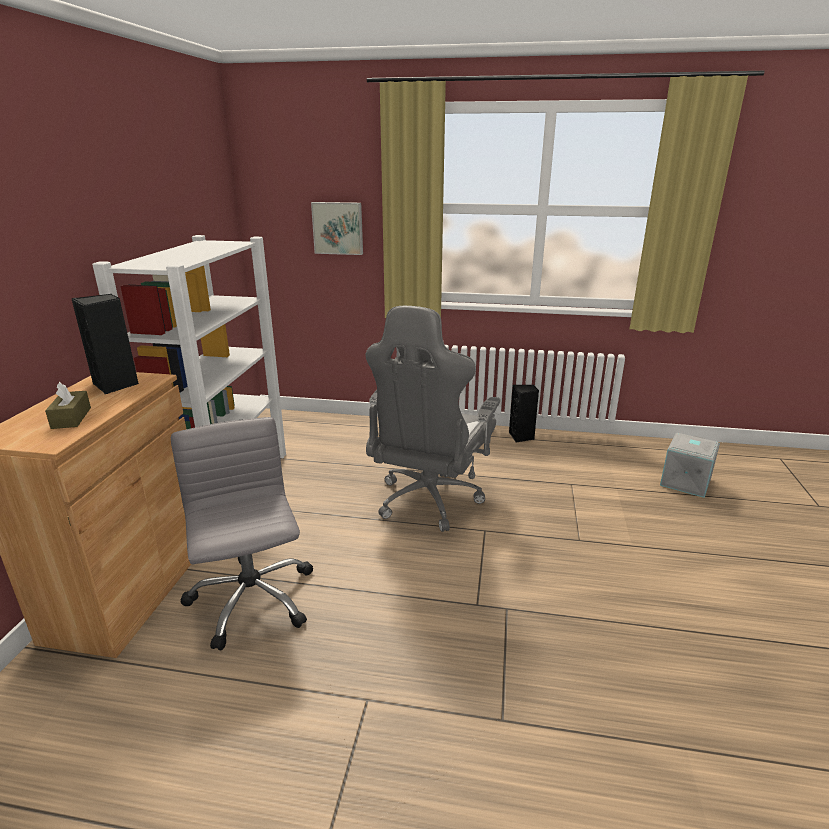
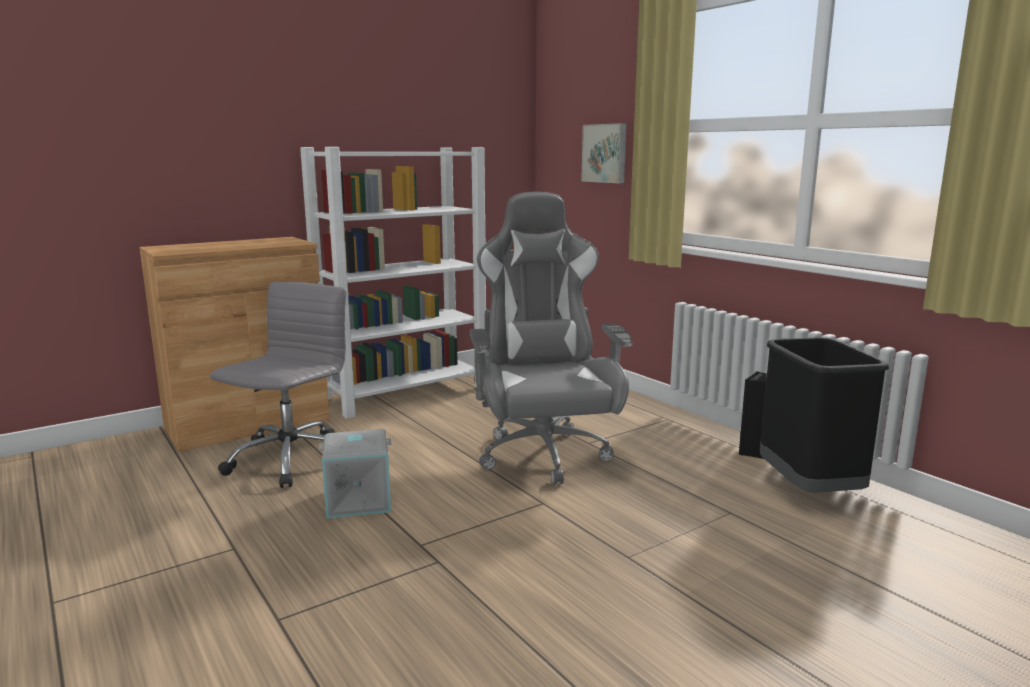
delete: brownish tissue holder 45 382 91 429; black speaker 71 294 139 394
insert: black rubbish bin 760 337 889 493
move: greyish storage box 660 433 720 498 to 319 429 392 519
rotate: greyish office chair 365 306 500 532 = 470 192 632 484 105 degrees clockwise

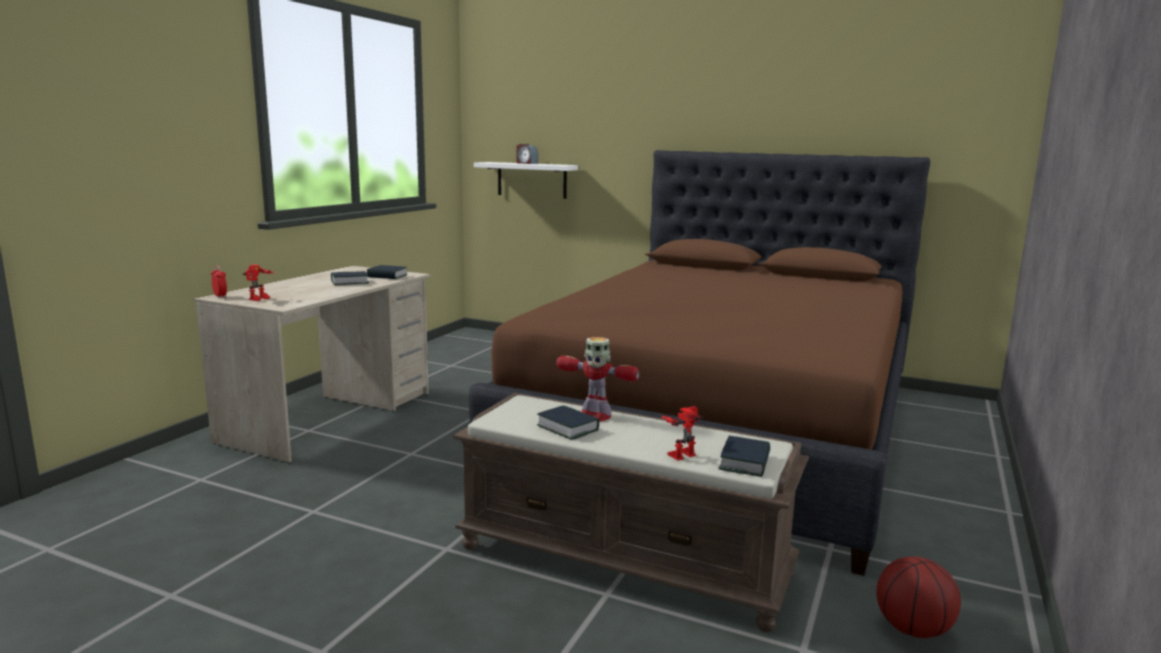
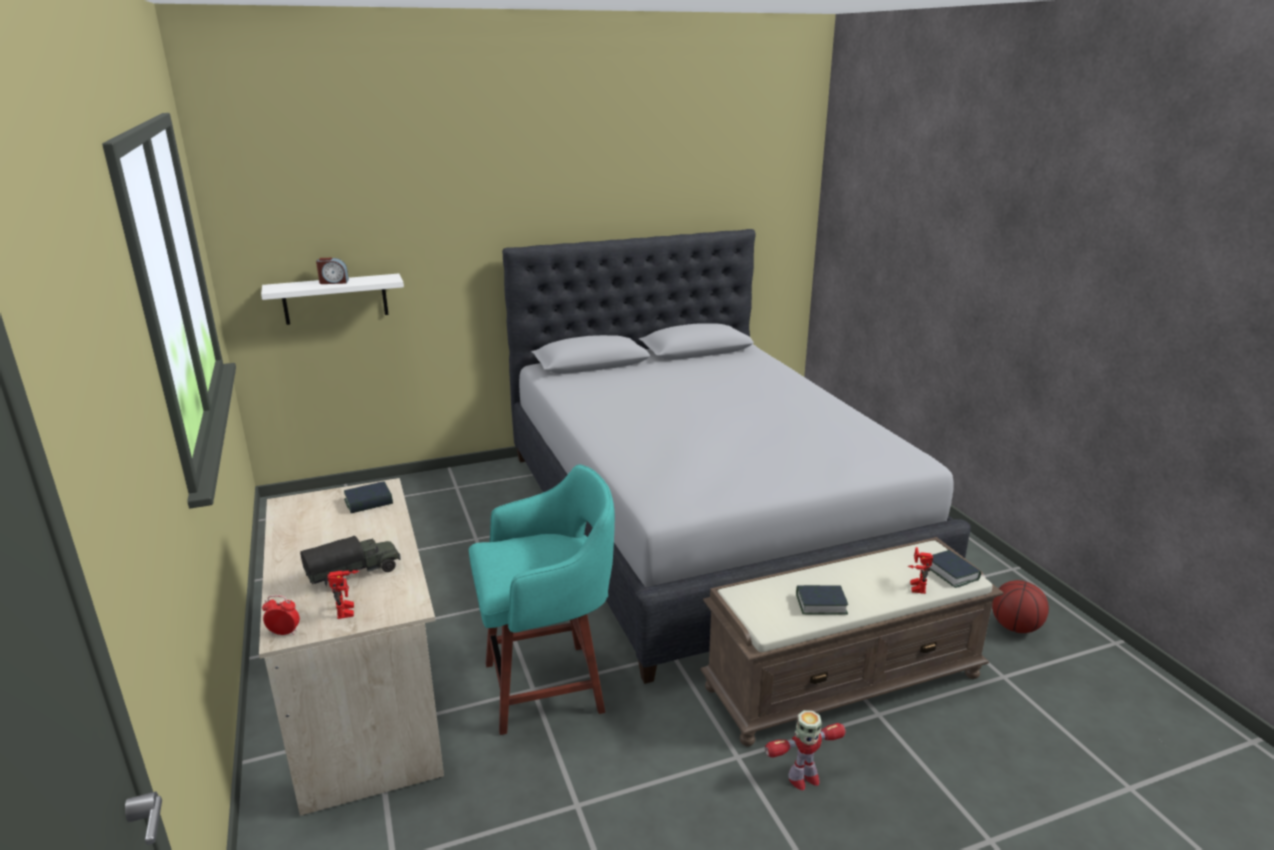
delete: book 331 271 369 285
insert: toy lorry 300 536 401 586; turquoise stool seat 469 464 615 735
move: robot figure 556 337 640 421 to 765 710 846 790
recolor: brownish bed 469 150 930 576 to greyish bed 502 229 971 684

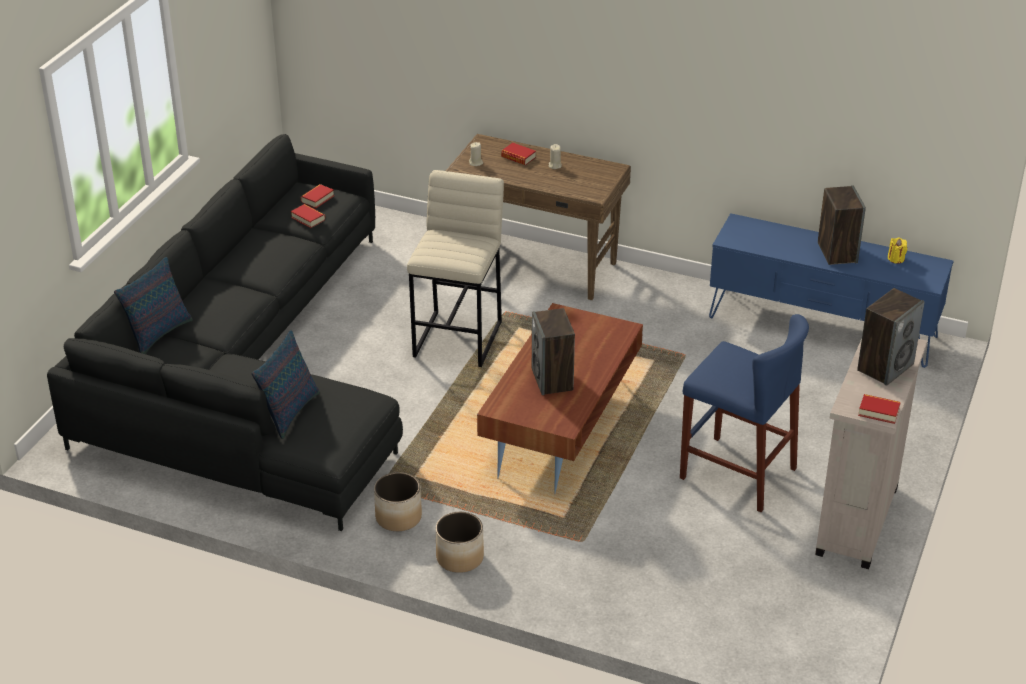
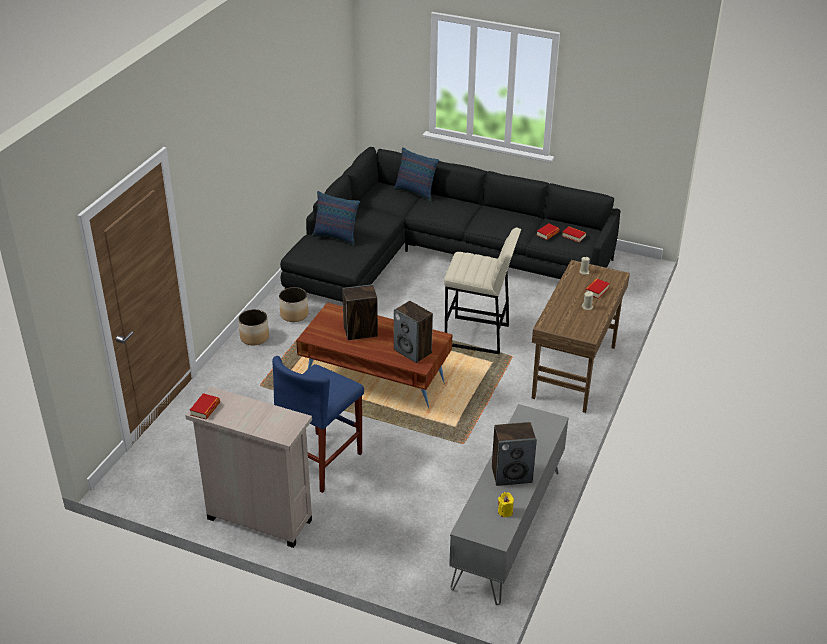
move: speaker 857 288 925 386 to 394 301 433 363
recolor: bluish media console 709 213 953 368 to greyish media console 449 404 569 605

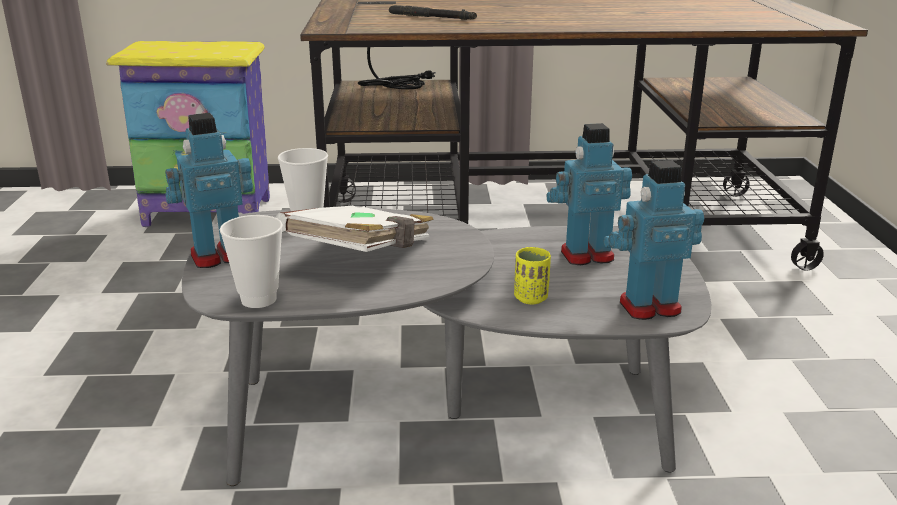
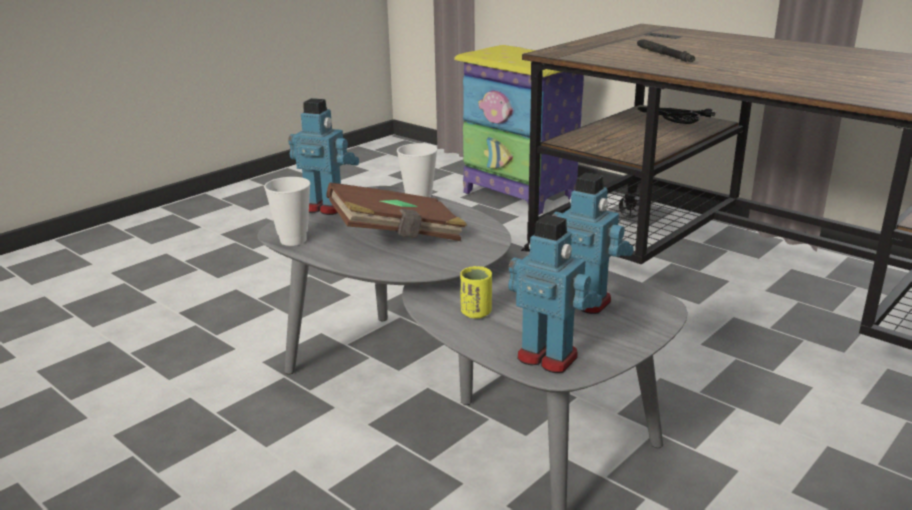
recolor: whitish book 276 206 434 252 to brownish book 327 182 467 241

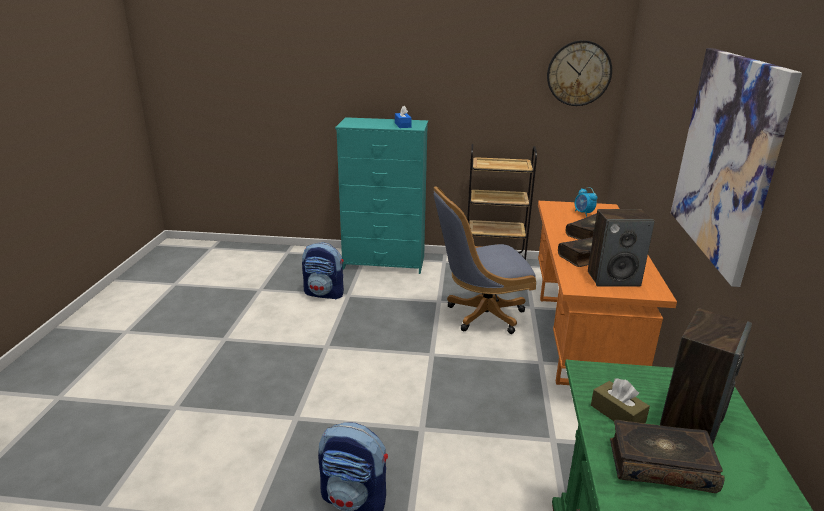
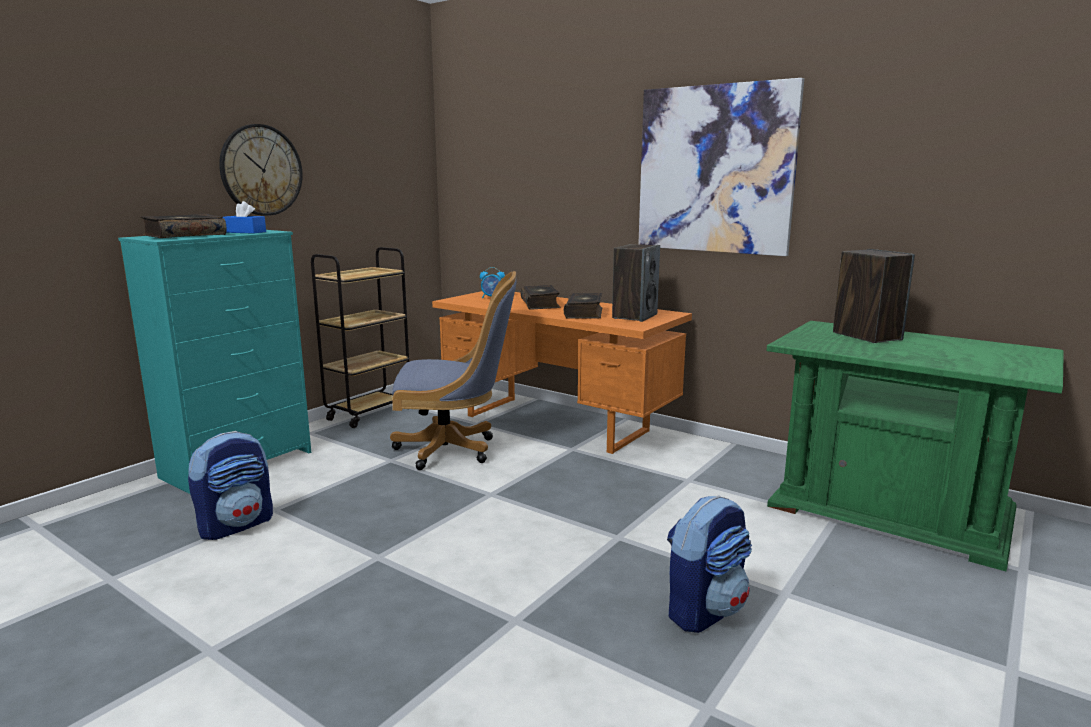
delete: brownish tissue holder 591 378 650 423
move: clock on the wall 547 40 612 106 to 219 124 303 216; book 610 420 724 493 to 141 213 227 238
rotate: bluish office chair 433 186 536 334 = 390 271 517 470 105 degrees counterclockwise

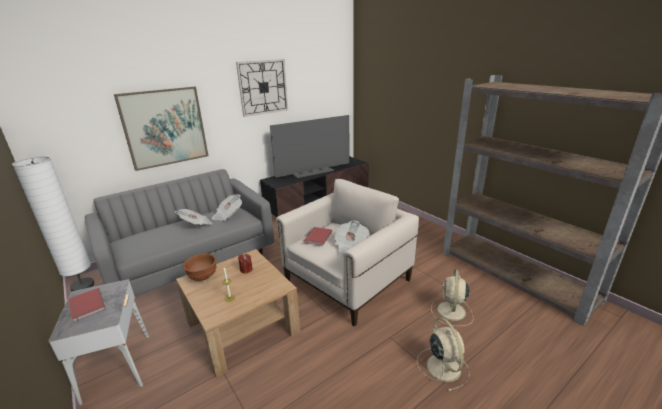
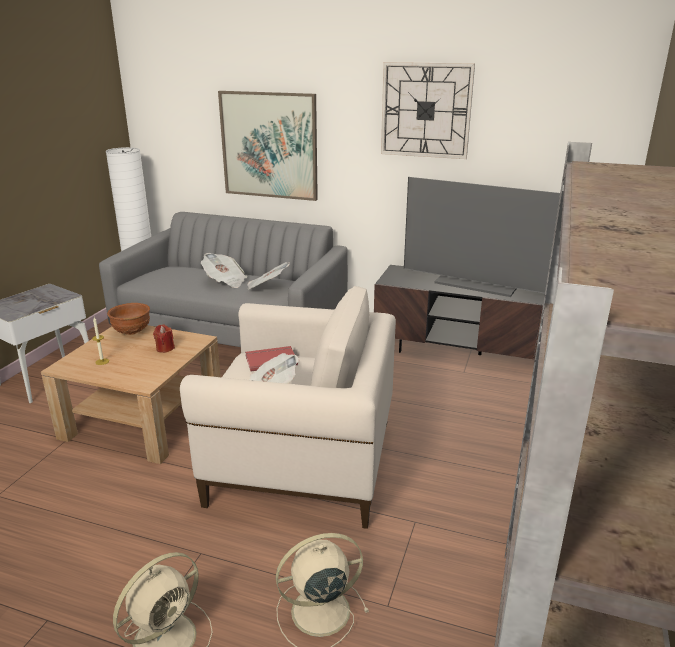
delete: reddish book 68 288 105 322

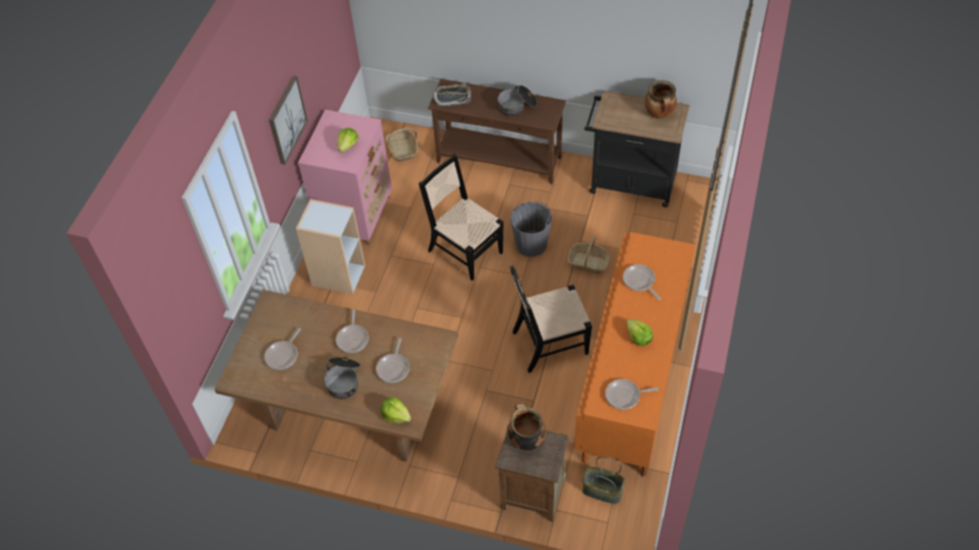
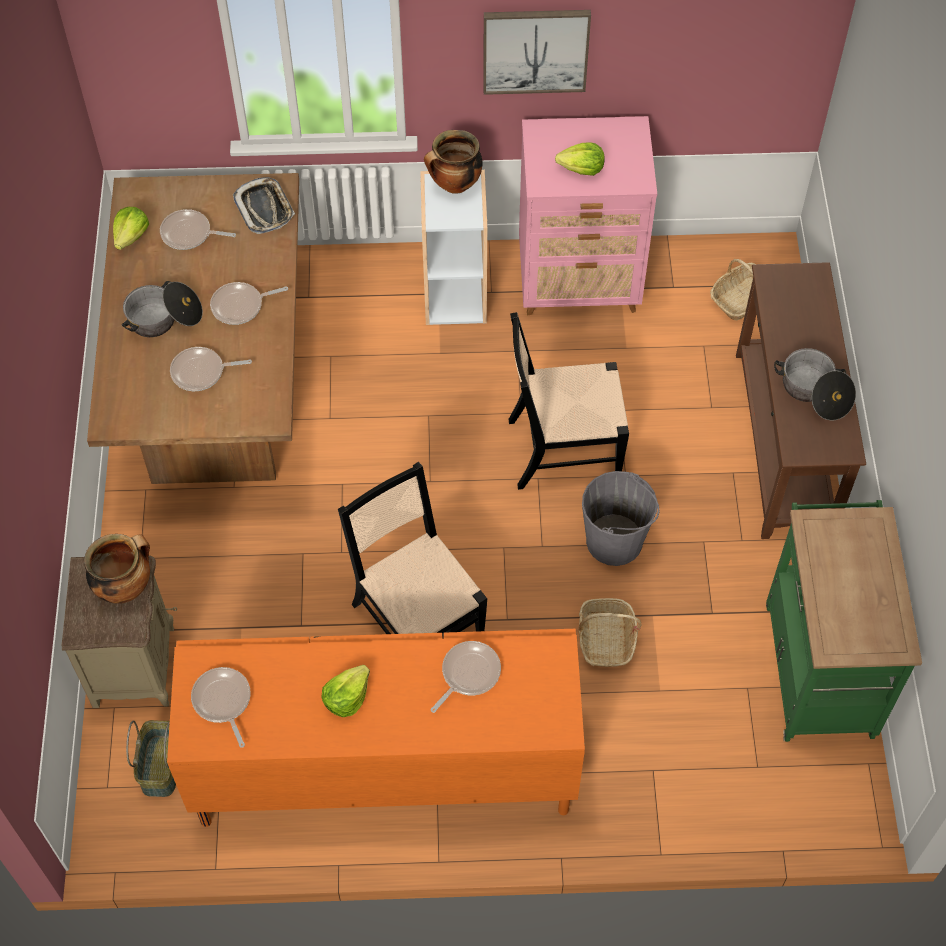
move: lettuce head 381 397 411 423 to 113 207 149 250; tray 432 83 471 106 to 233 177 295 234; stockpot 645 80 677 119 to 424 130 483 194
recolor: black cart 584 90 689 207 to green-coloured cart 766 500 922 742
rotate: chair 419 154 503 281 = 508 312 629 490 120 degrees counterclockwise

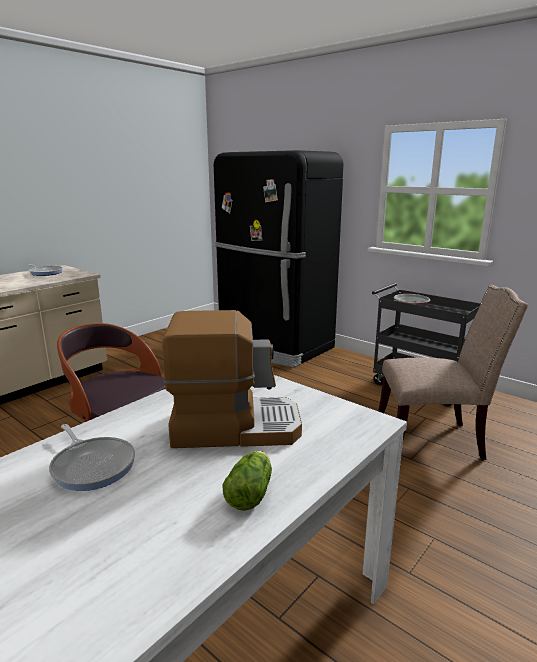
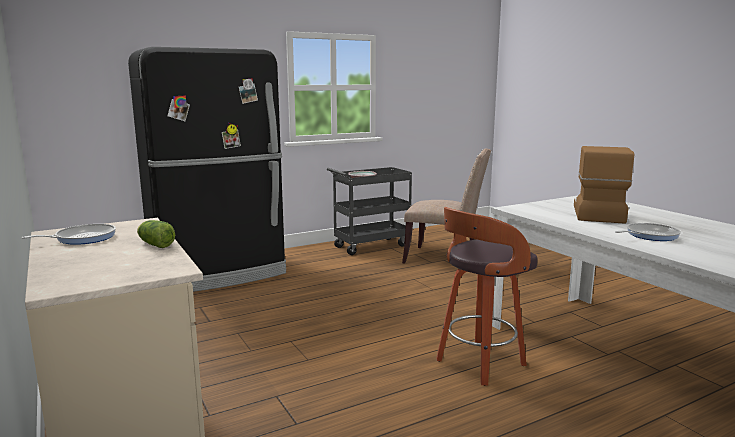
move: lettuce head 222 451 272 511 to 137 220 175 248
rotate: beige-coloured chair 378 285 528 460 = 402 148 491 263 90 degrees clockwise

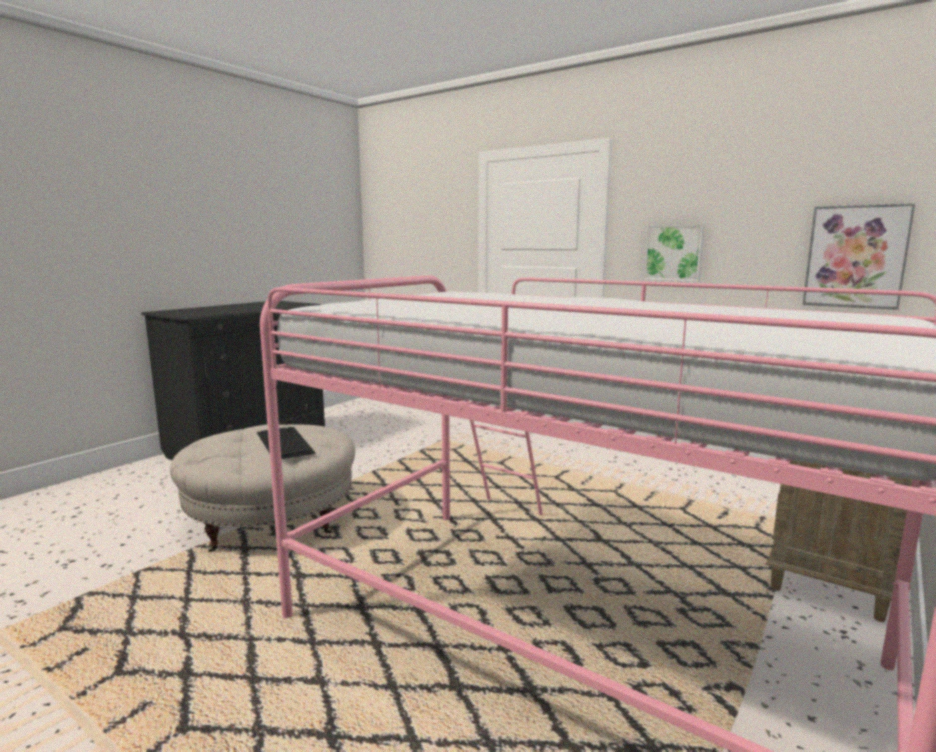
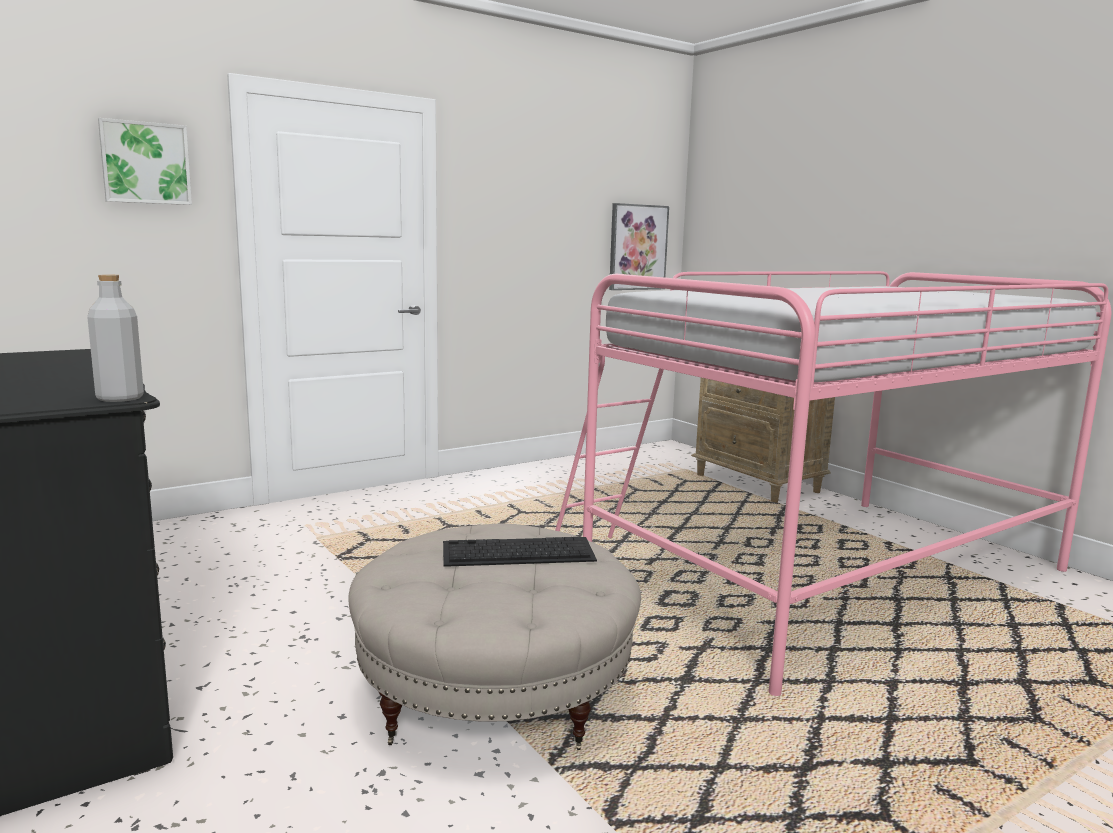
insert: greyish drink bottle 87 275 144 402
move: picture 644 225 705 282 to 98 118 192 205

